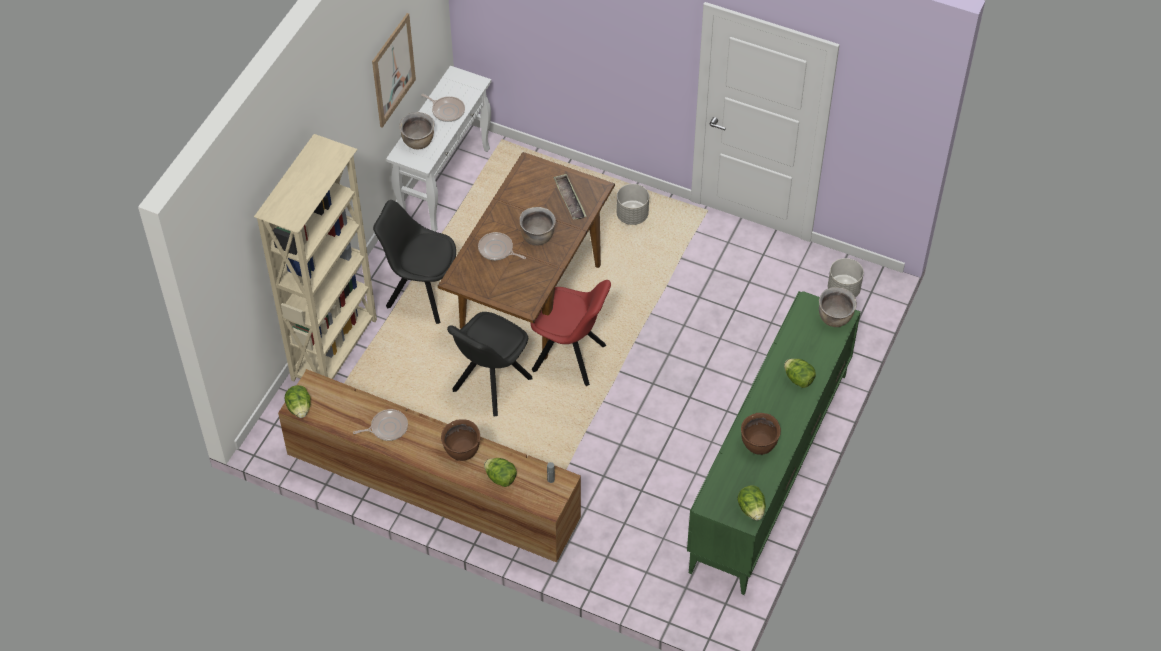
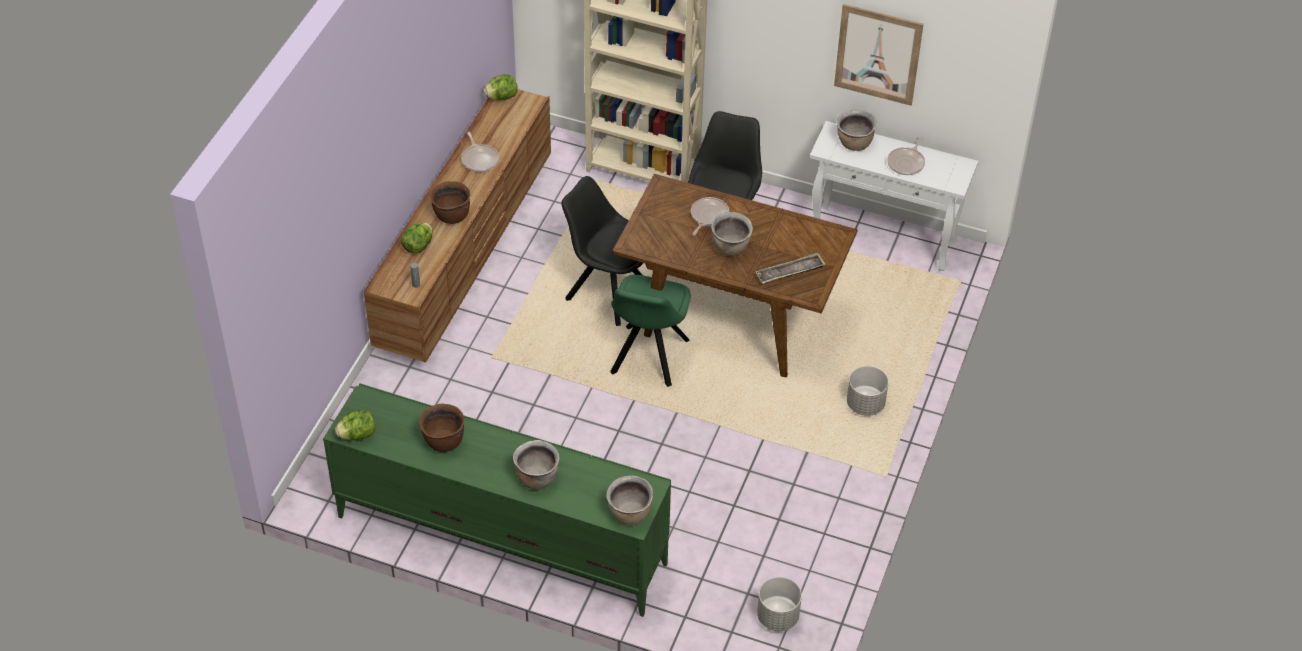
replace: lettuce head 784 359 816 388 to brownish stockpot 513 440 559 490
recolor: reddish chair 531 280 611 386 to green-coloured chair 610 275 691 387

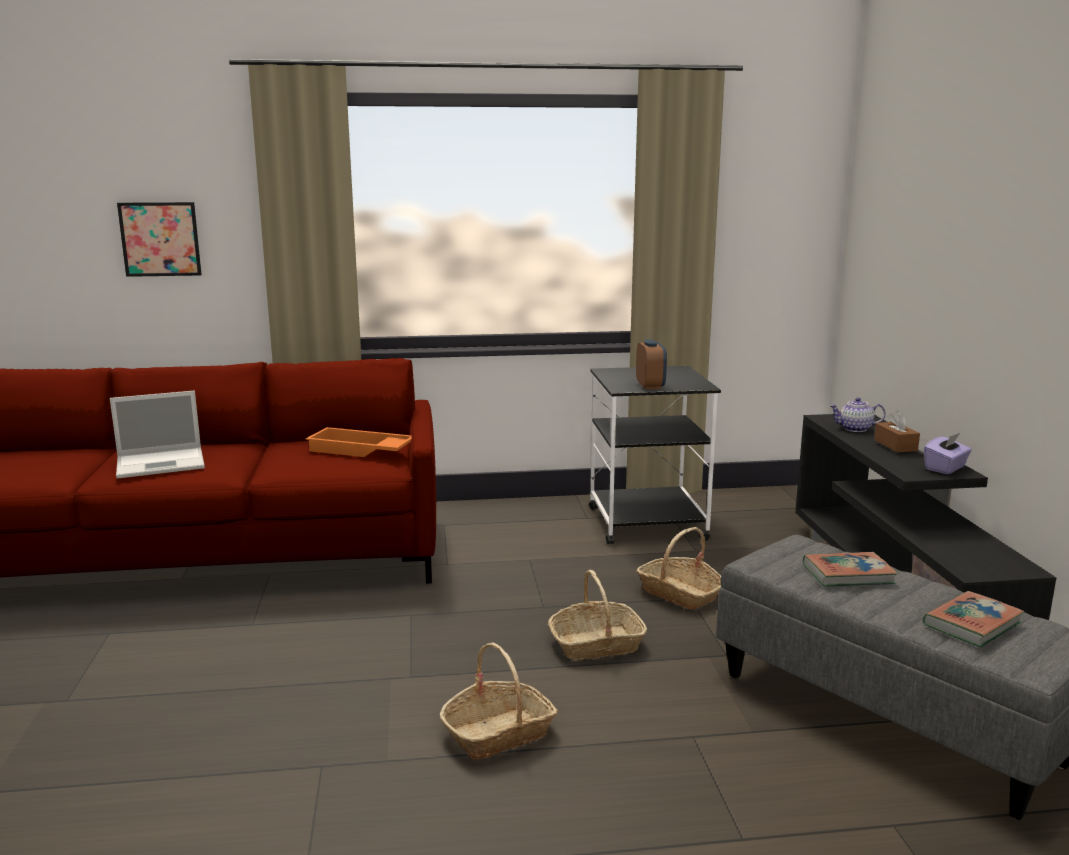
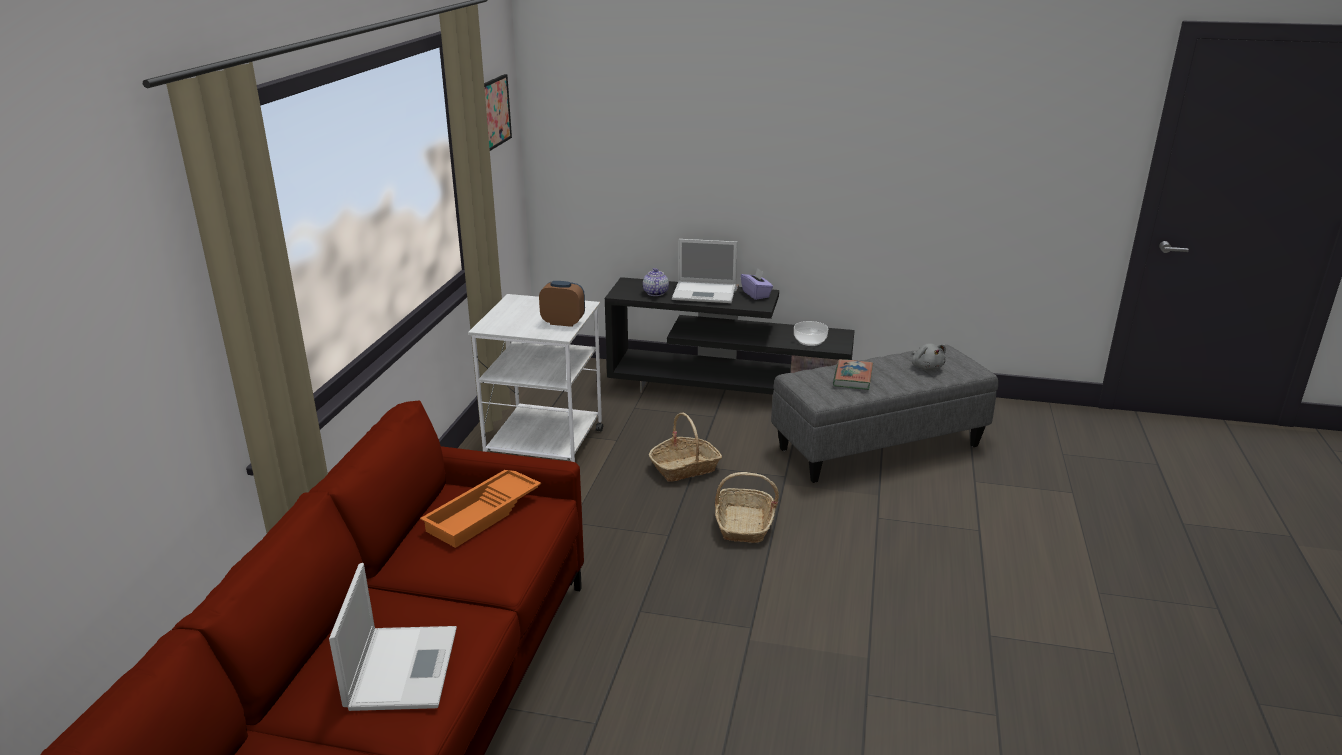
delete: storage basket 440 642 557 760
insert: serving bowl 794 321 828 346
move: picture 117 202 202 277 to 484 74 512 151
replace: brownish tissue holder 874 411 920 453 to notebook computer 672 239 737 303; book 923 591 1024 647 to greyish plush toy 912 344 946 370
recolor: black cart 589 366 721 544 to whitish cart 468 294 603 462
rotate: tea pot 829 397 886 432 = 643 268 669 296 150 degrees clockwise

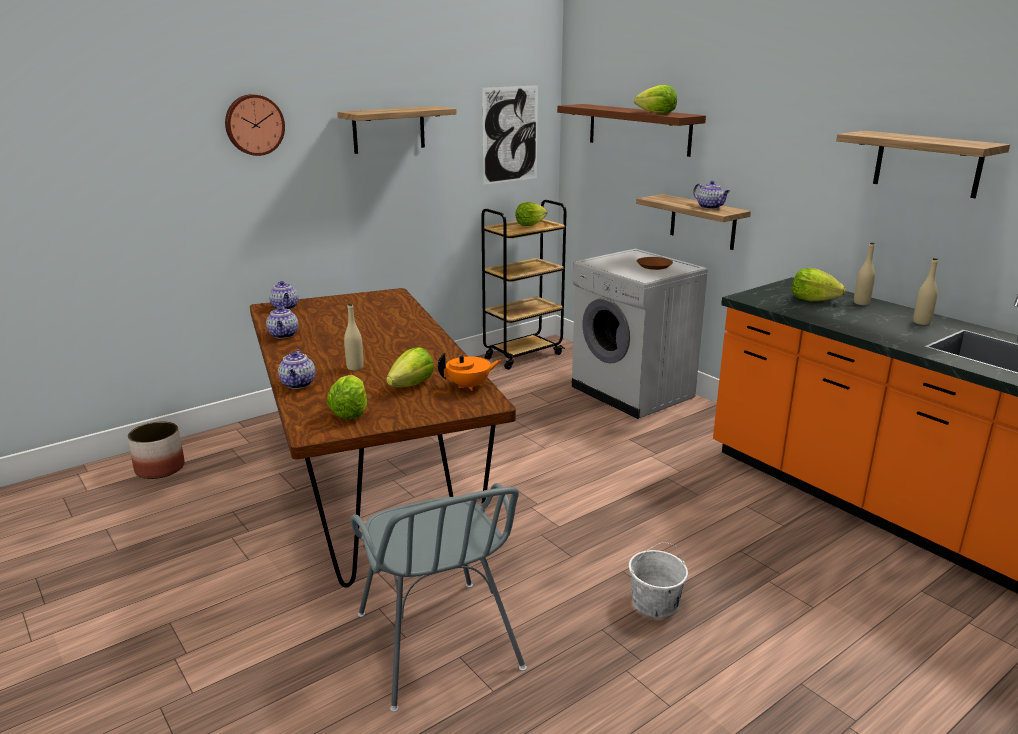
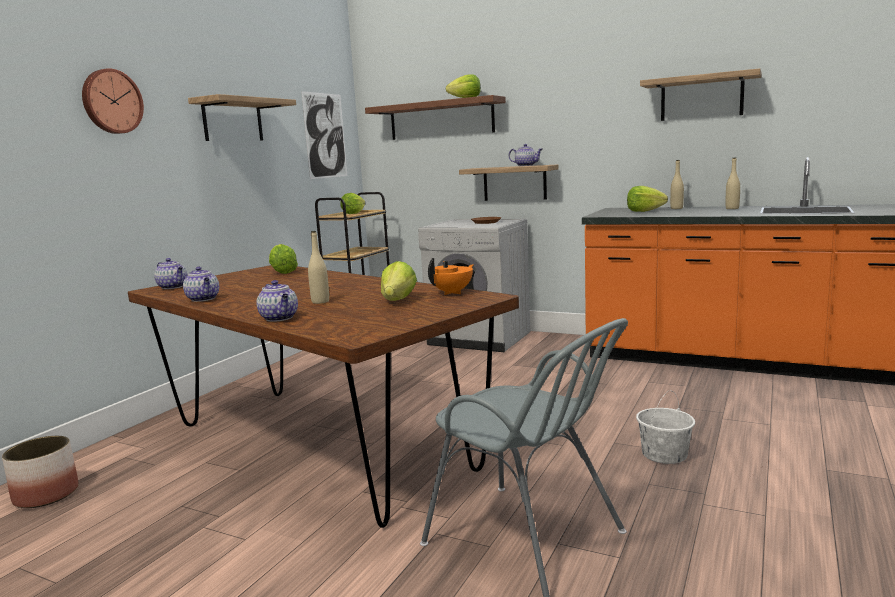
move: lettuce head 327 375 367 420 to 269 244 298 274

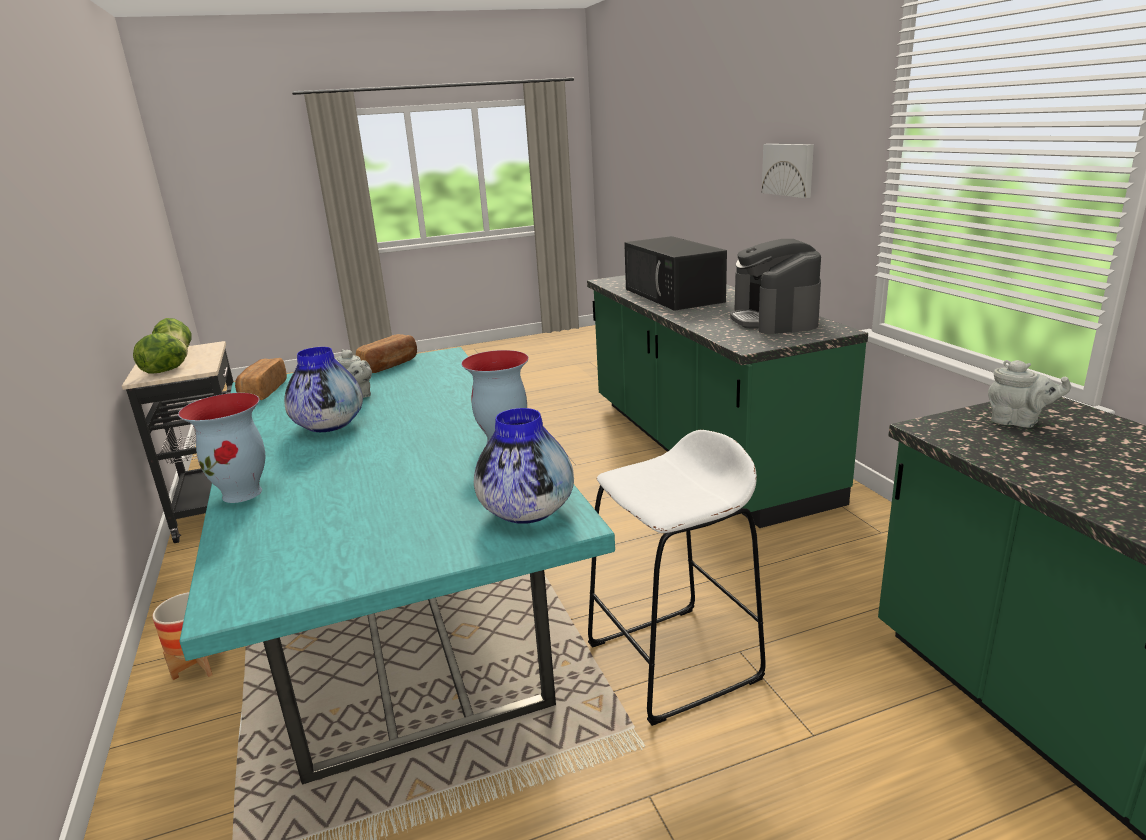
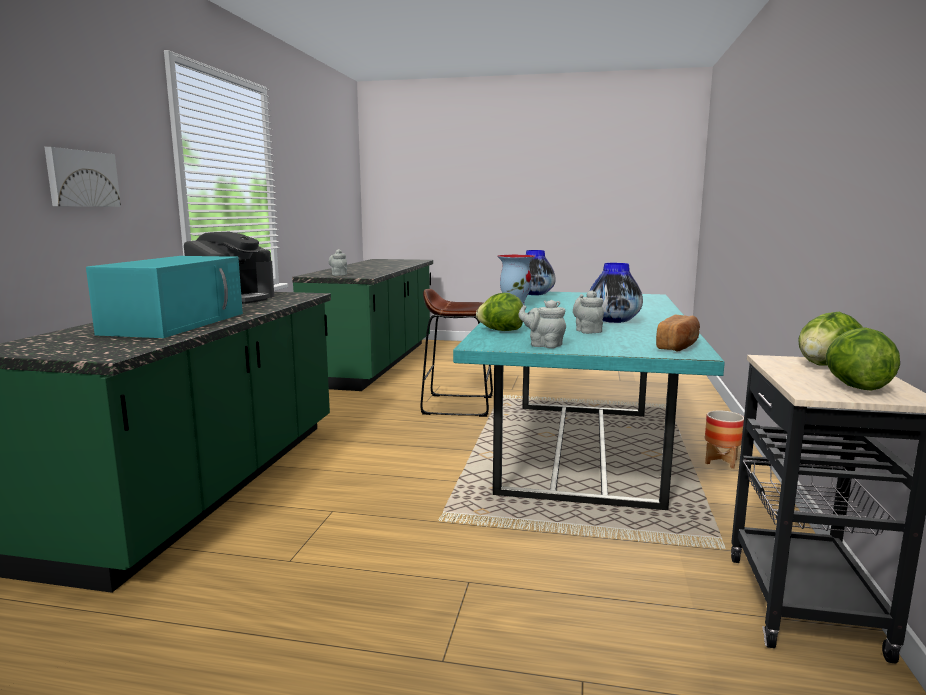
delete: vase 178 393 265 503
insert: lettuce head 476 293 523 331
replace: bakery bread 356 334 417 373 to greyish tea pot 518 300 566 348
recolor: whitish stool seat 588 430 766 726 to brownish stool seat 420 289 493 417; black microwave 624 236 727 311 to turquoise microwave 86 256 243 338

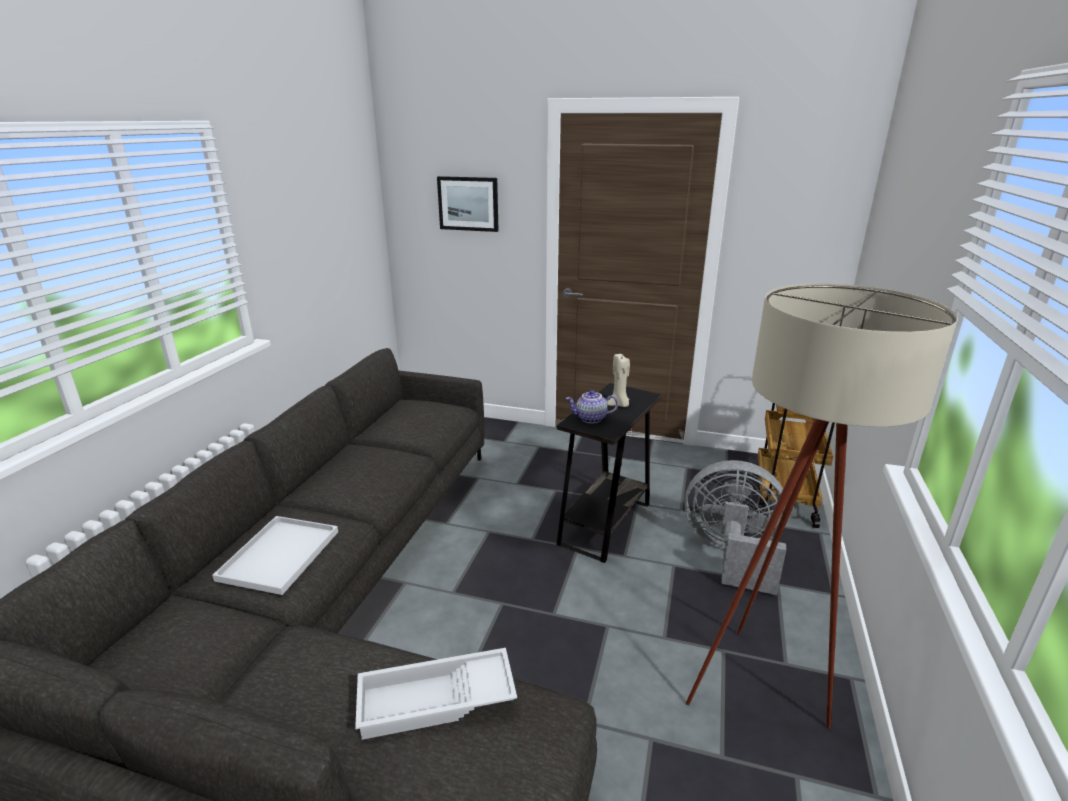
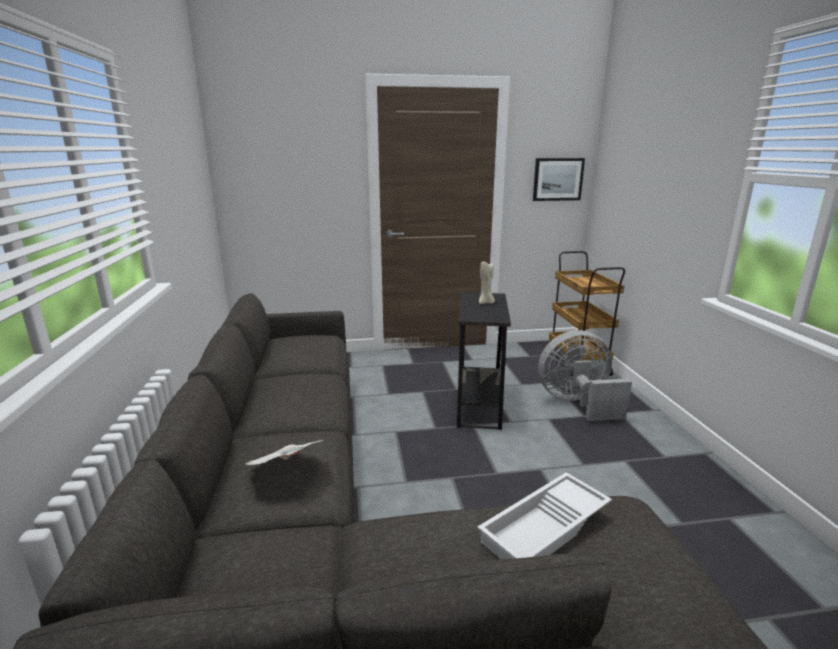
delete: tea pot 565 390 618 423; beige-coloured standing lamp 686 283 958 729
move: picture 437 176 499 232 to 533 158 585 201
replace: whitish tray 212 516 338 595 to printed paper 246 440 323 465

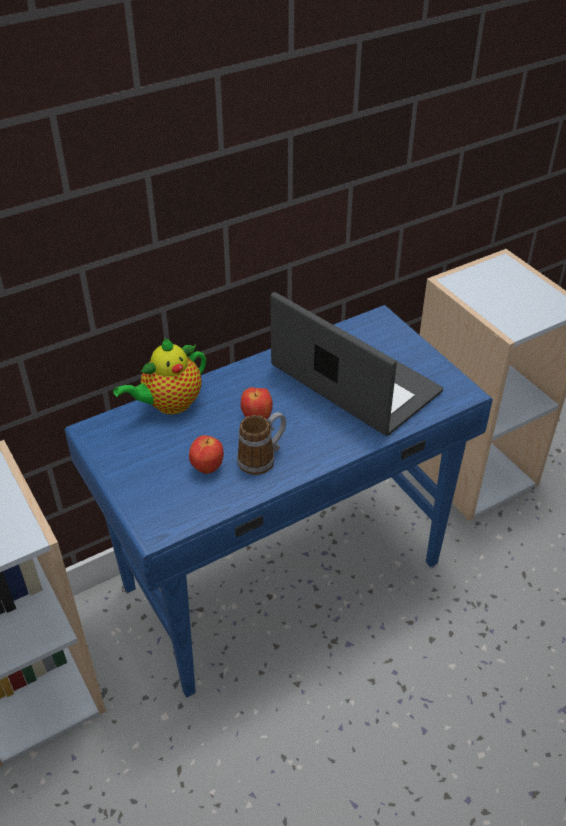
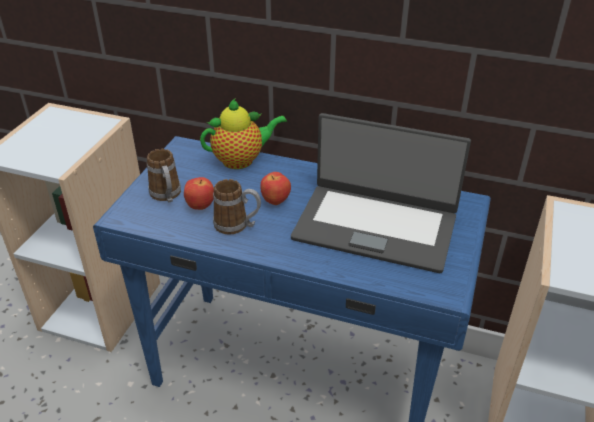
insert: mug 147 149 181 203
rotate: tea pot 113 339 206 415 = 200 98 287 169 150 degrees clockwise; notebook computer 270 292 443 436 = 291 113 471 273 105 degrees clockwise

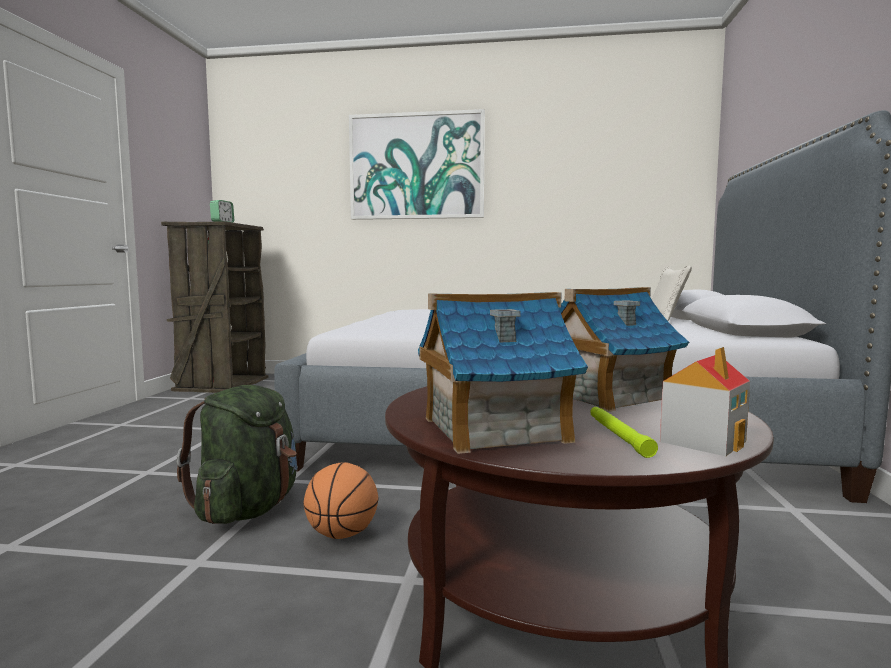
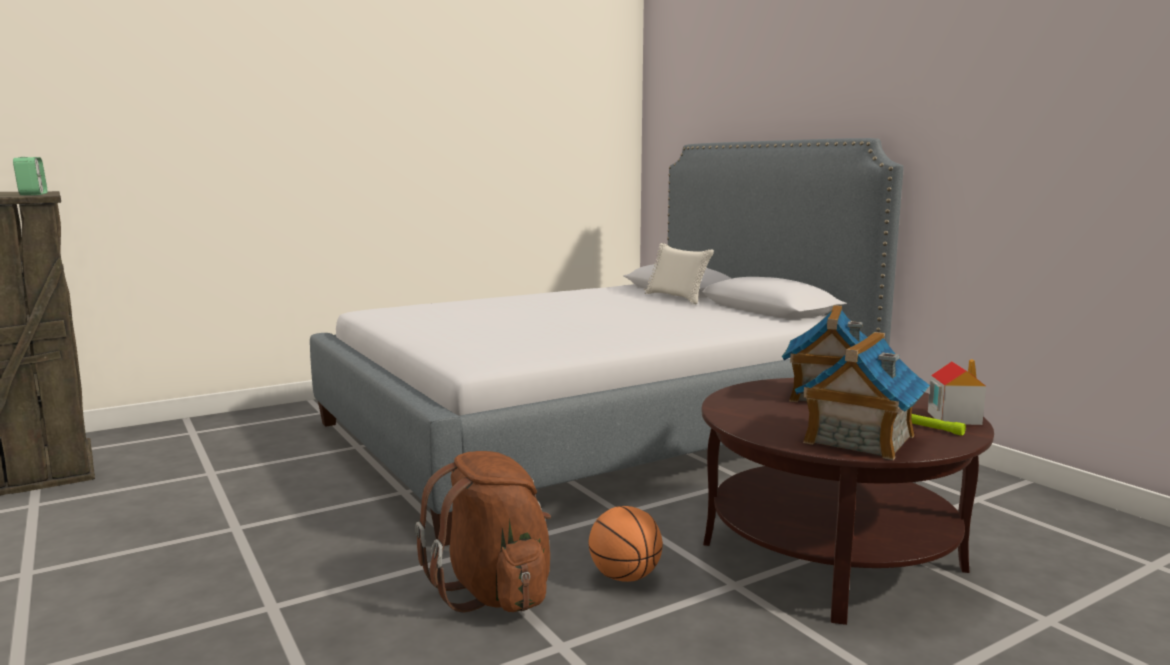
delete: picture 349 109 485 220
recolor: green-coloured backpack 176 385 298 524 to brownish backpack 415 451 551 613

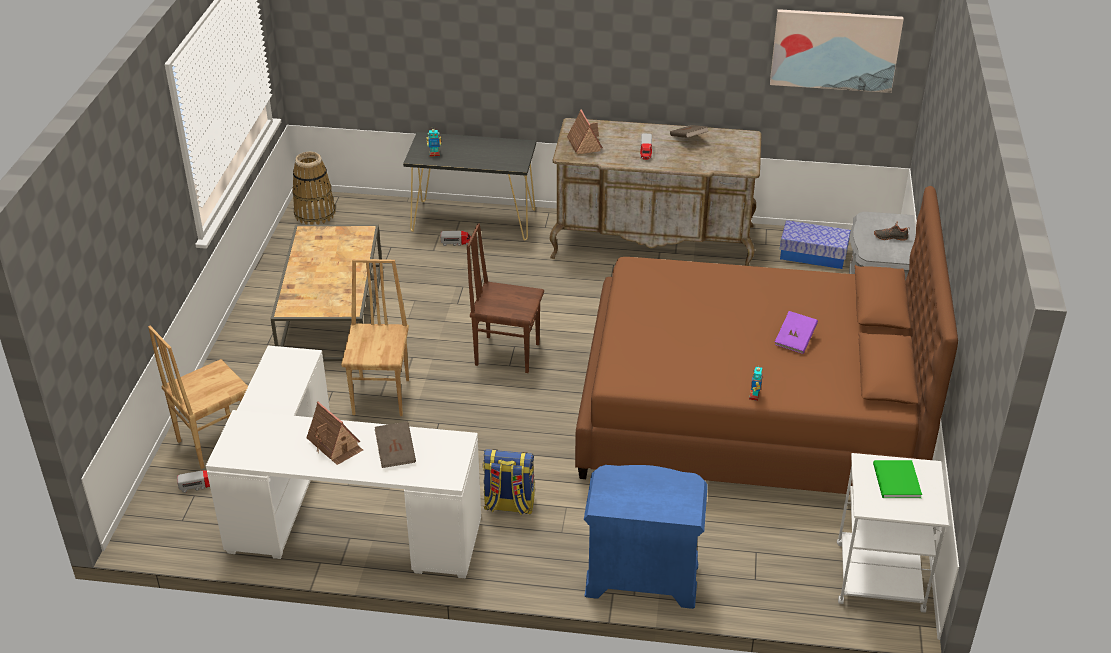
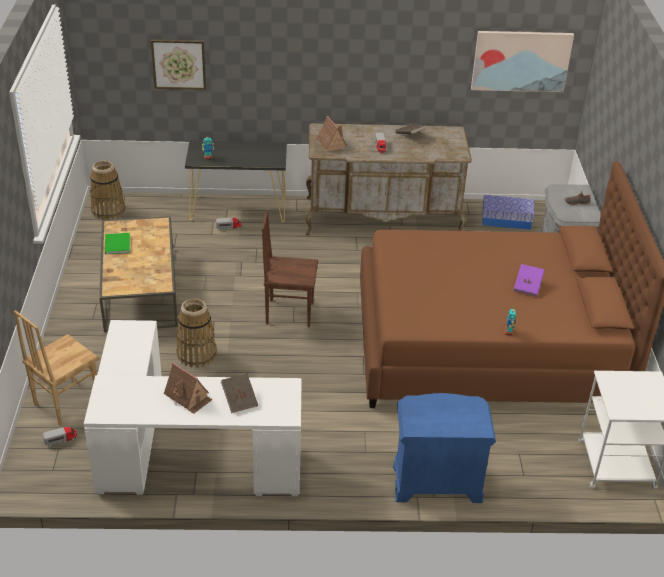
delete: backpack 483 449 535 515
insert: picture 151 40 206 90
move: green-coloured book 873 460 922 498 to 105 233 130 254
replace: brownish chair 341 259 409 416 to storage basket 176 298 217 368

